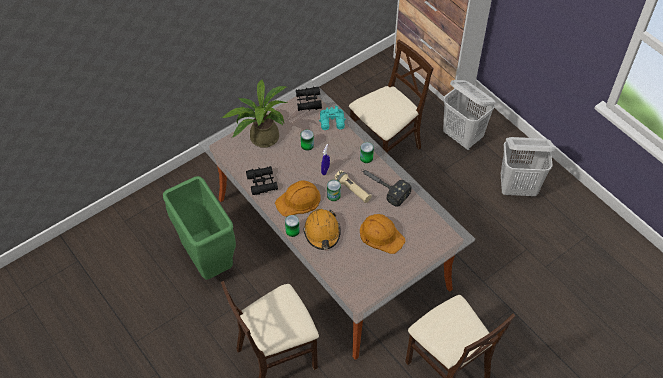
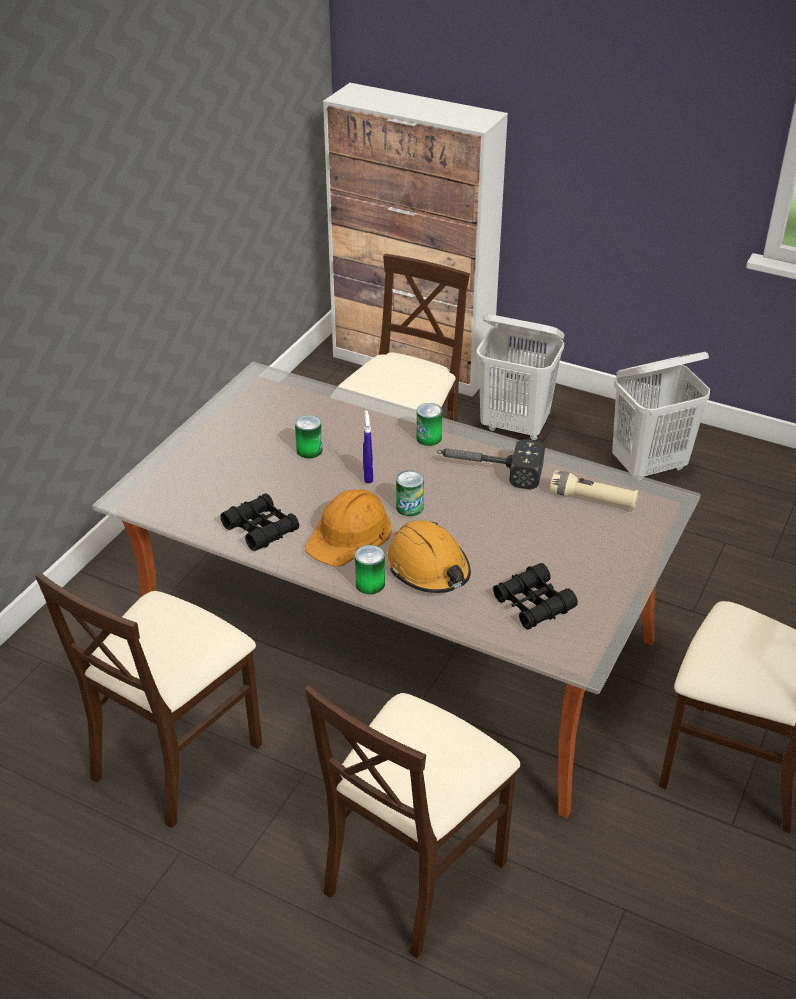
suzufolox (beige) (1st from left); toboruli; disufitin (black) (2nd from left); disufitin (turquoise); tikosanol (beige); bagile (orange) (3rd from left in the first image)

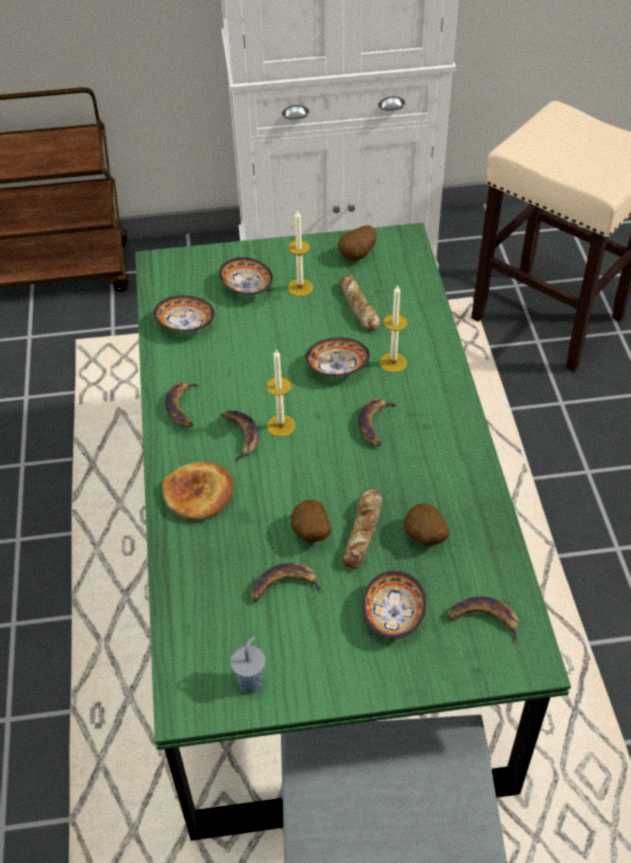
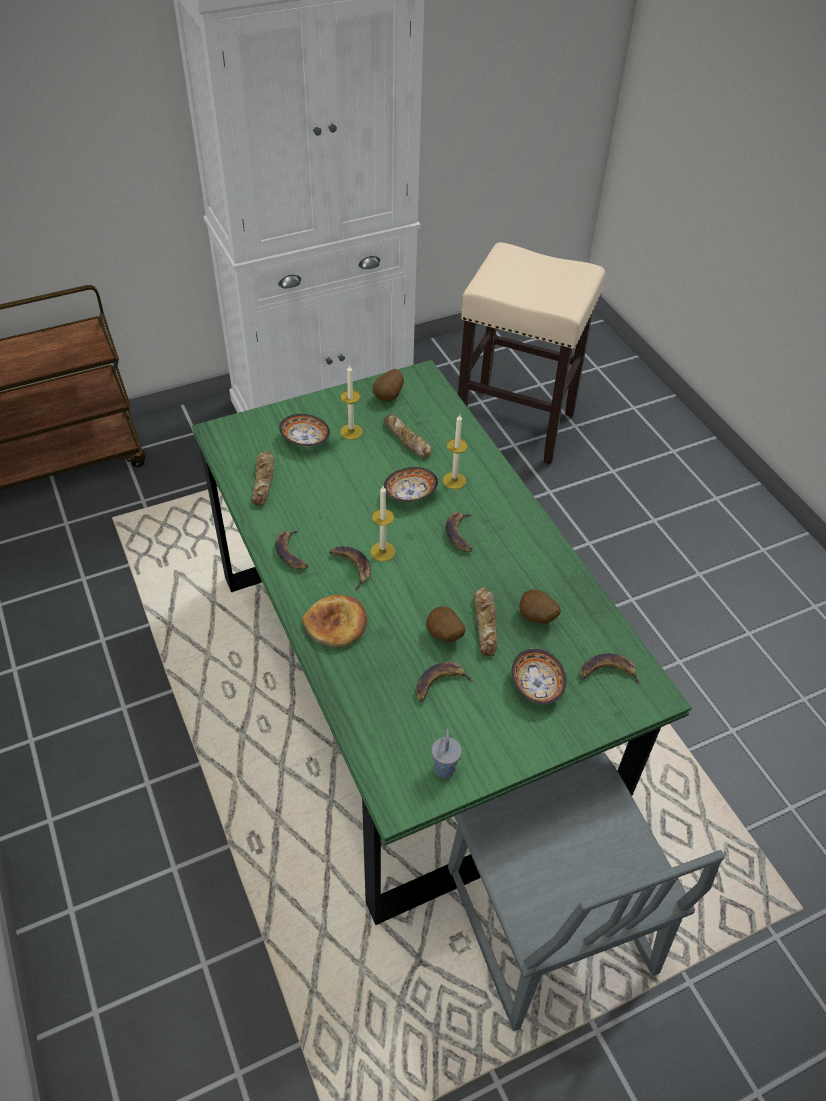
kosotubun (1st from left)

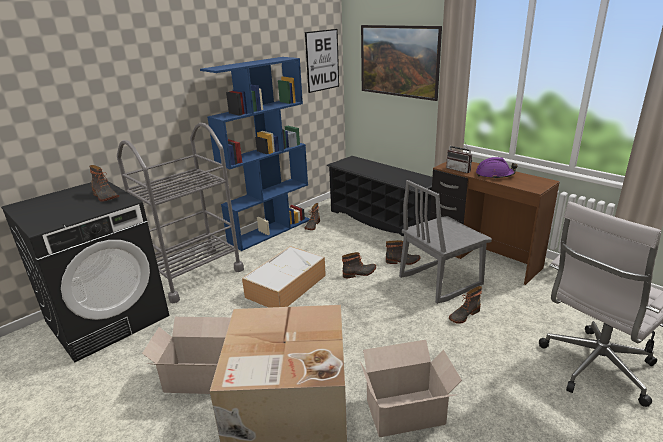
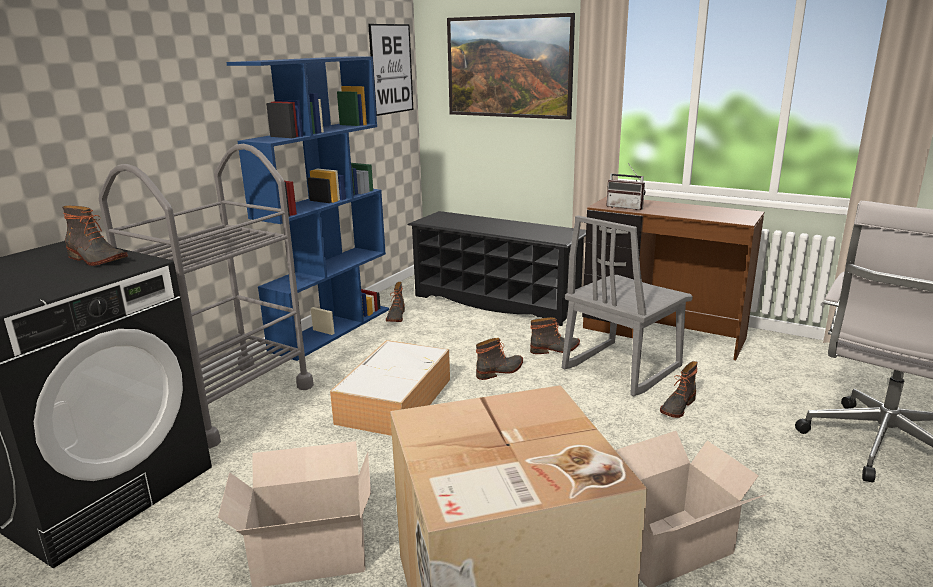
bagile (purple)

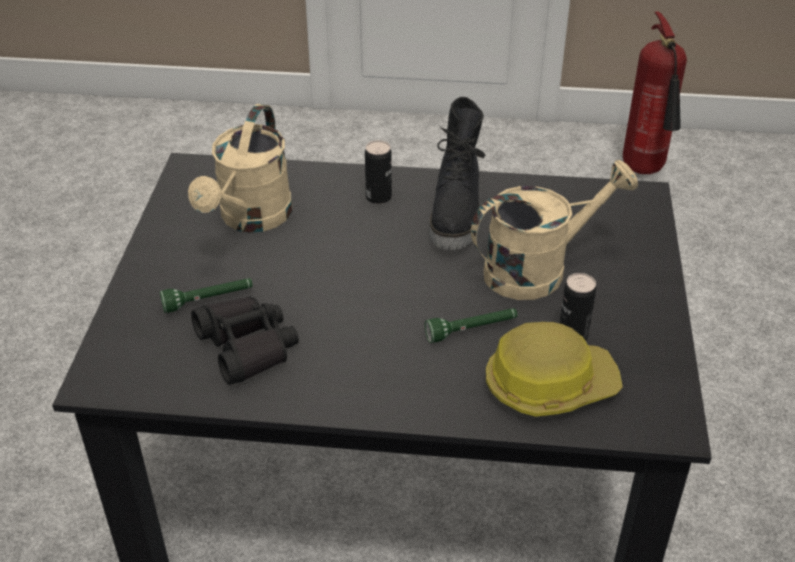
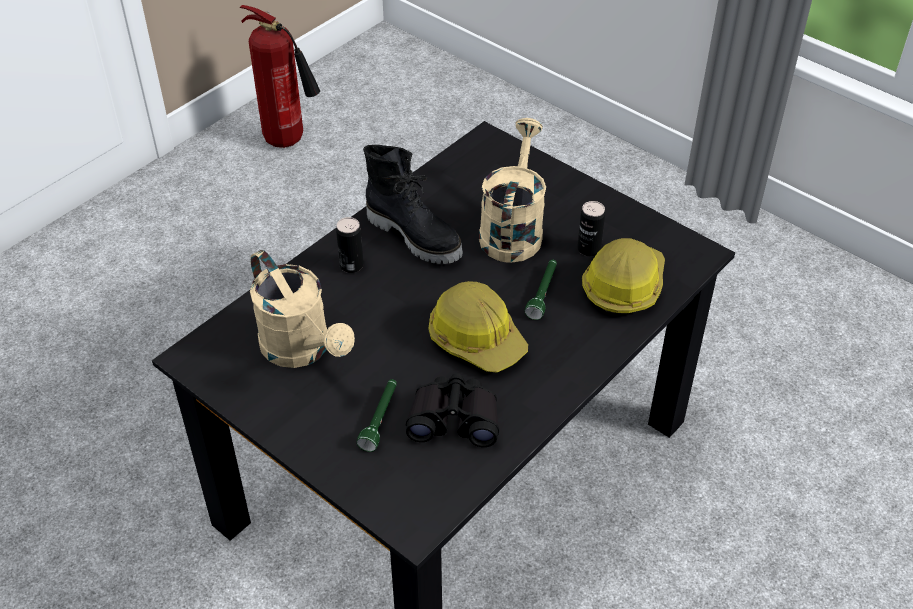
bagile (1st from left)

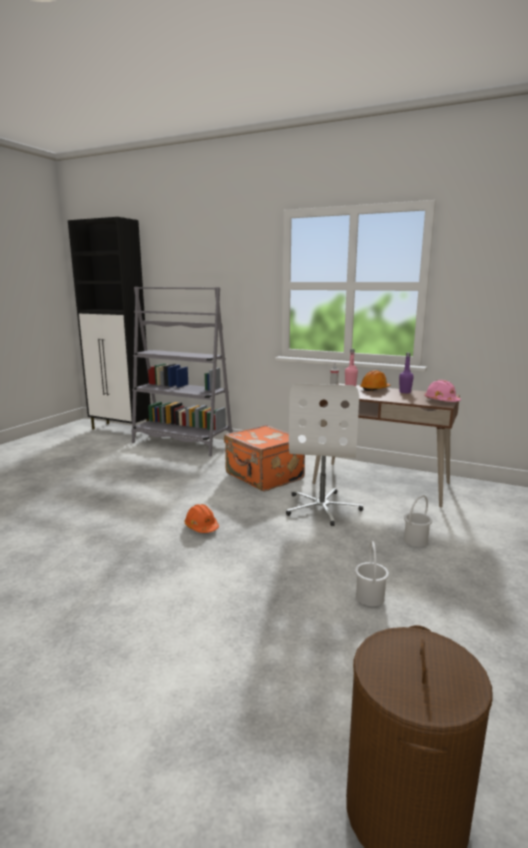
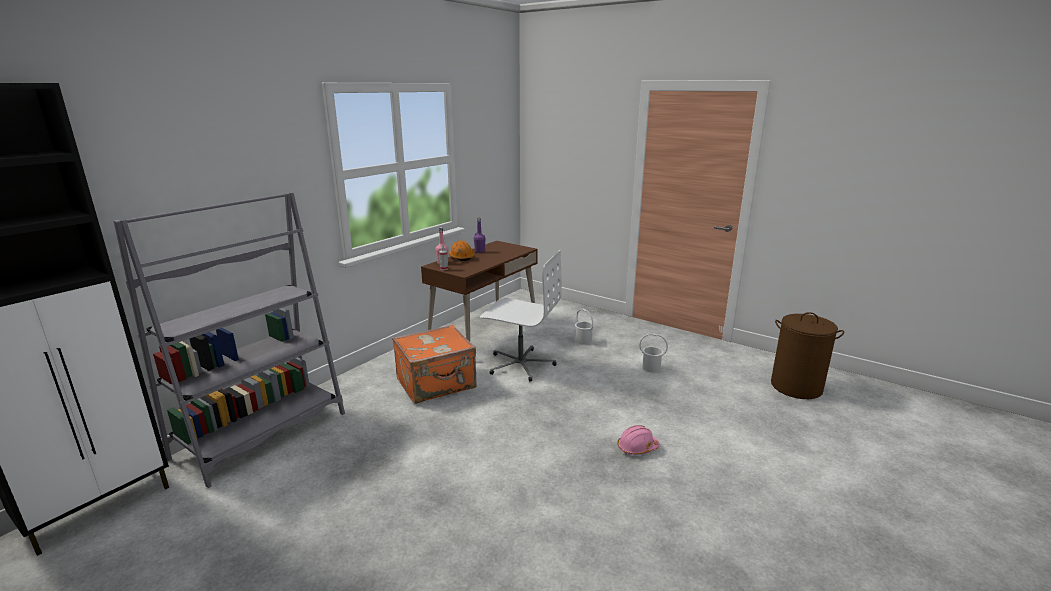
bagile (orange) (1st from left in the first image); bagile (pink)

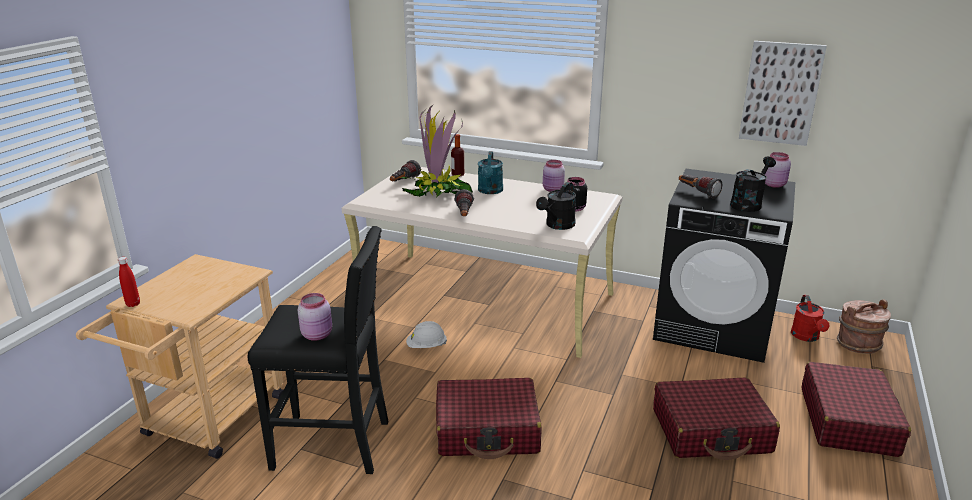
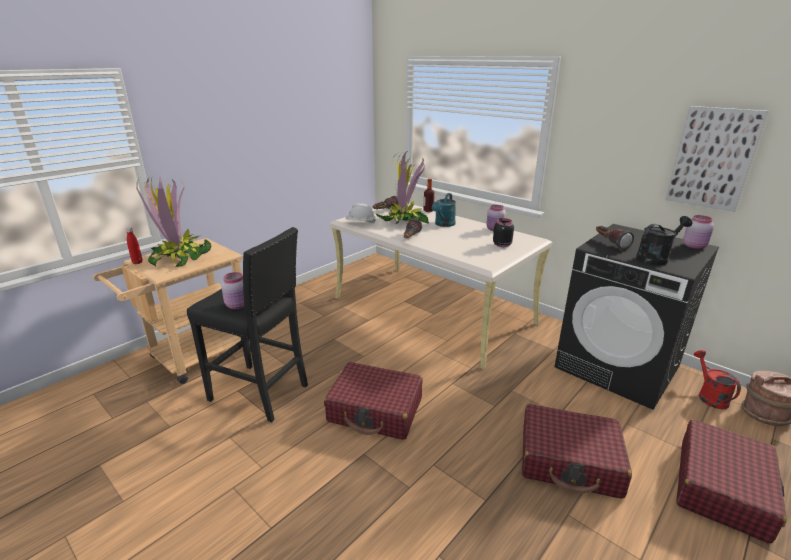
bagile (white); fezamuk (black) (1st from left in the first image); fezamuk (red); toboruli (1st from left)

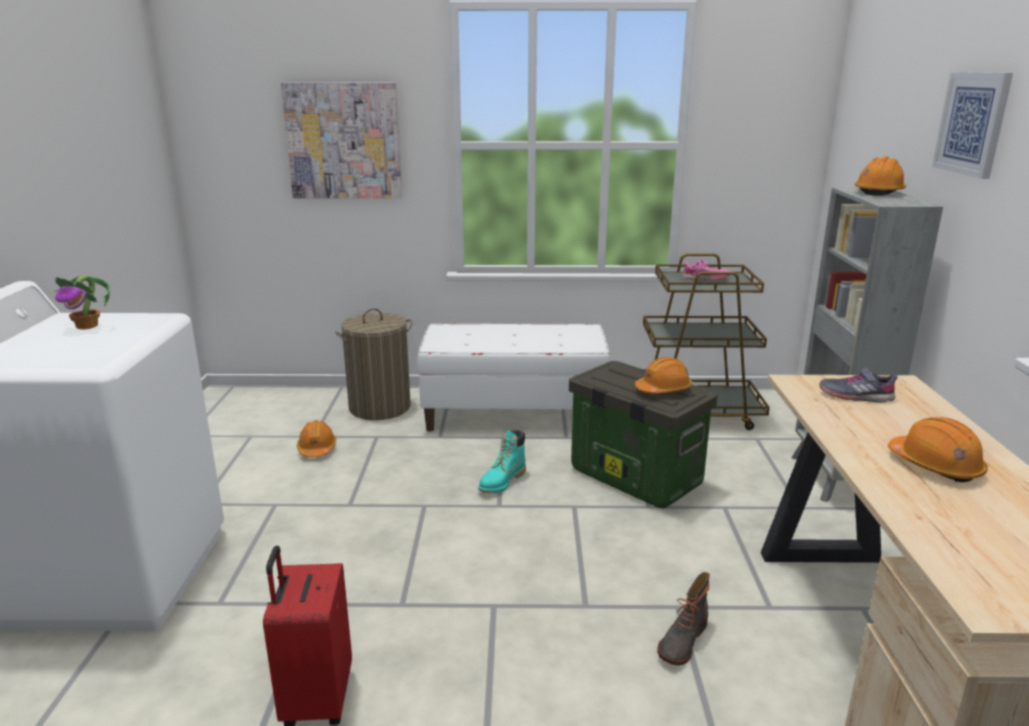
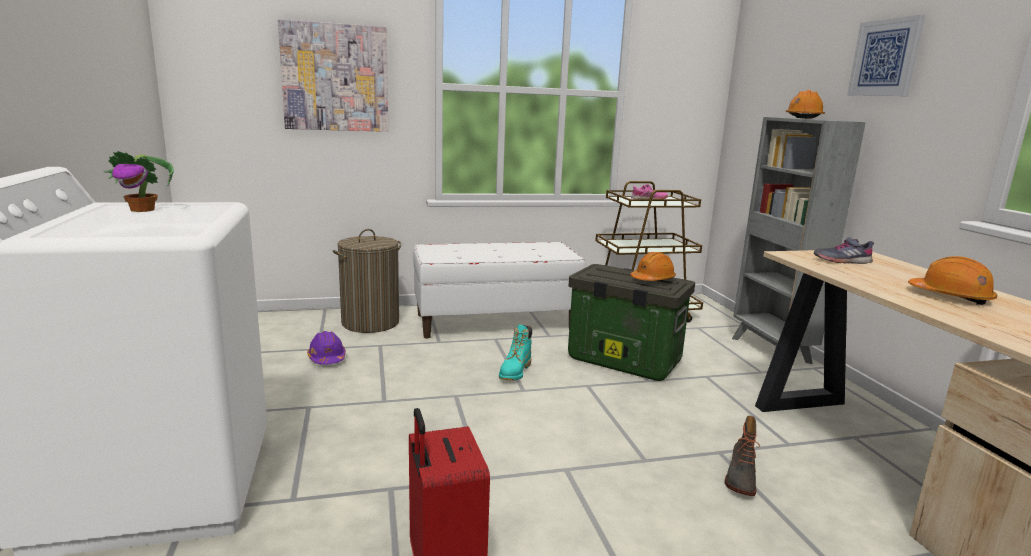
bagile (purple)

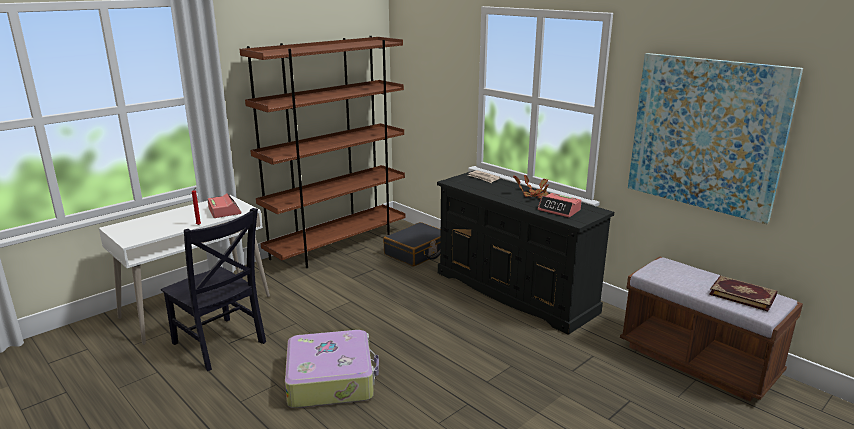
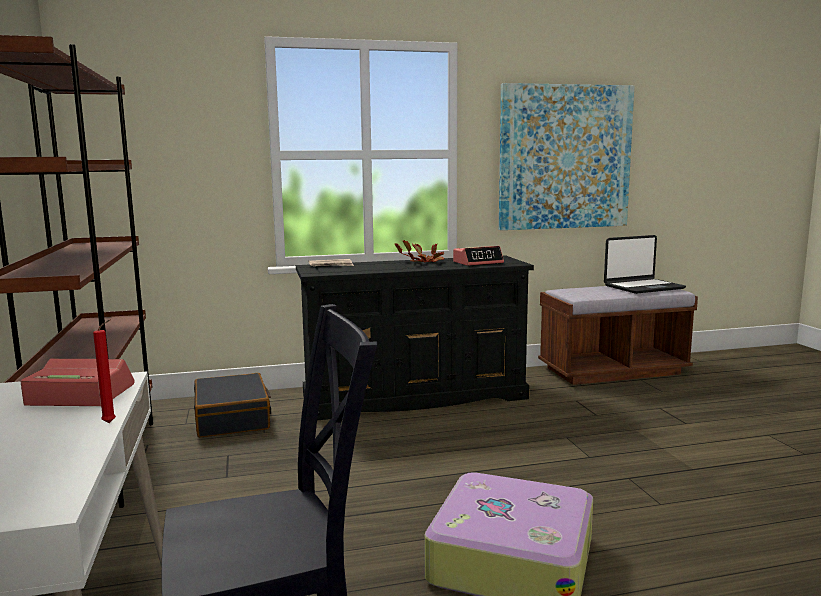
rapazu

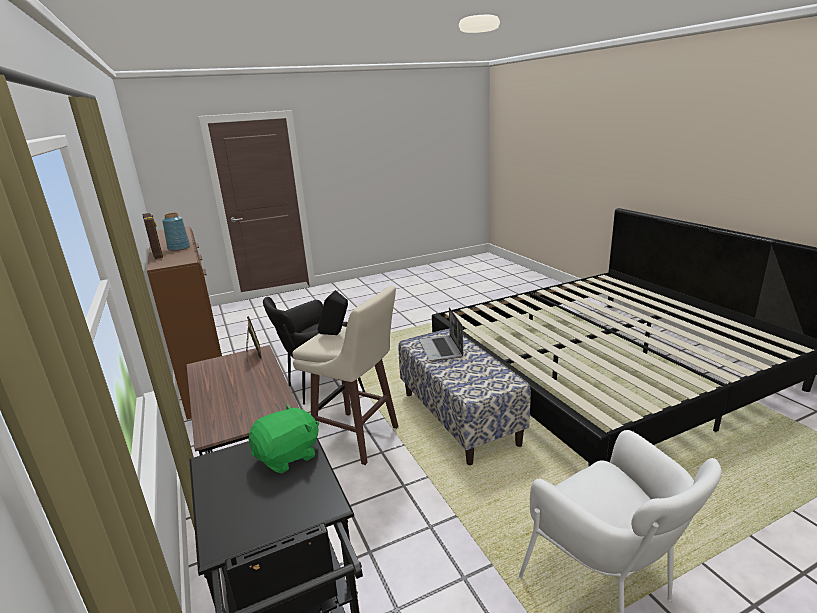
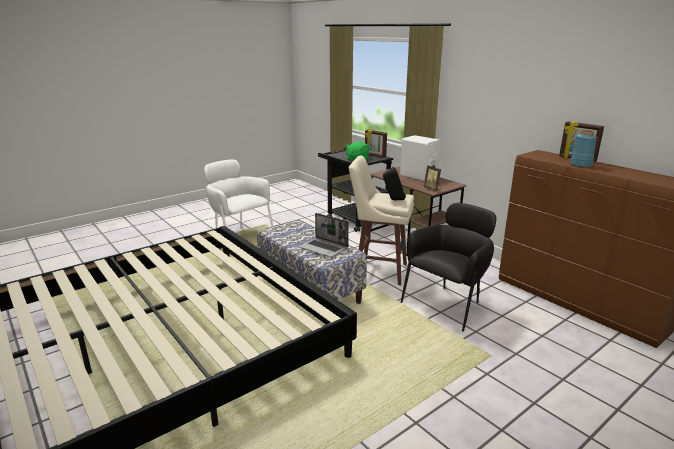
rapazu; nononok (1st from left); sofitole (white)

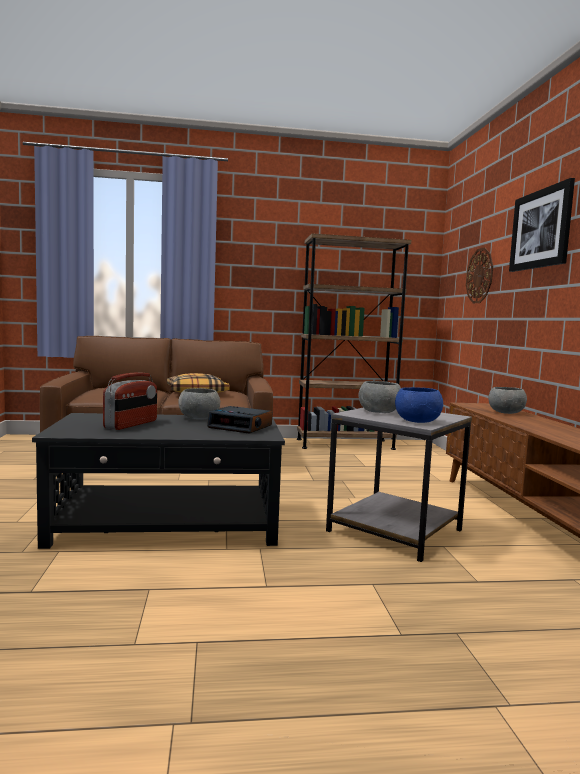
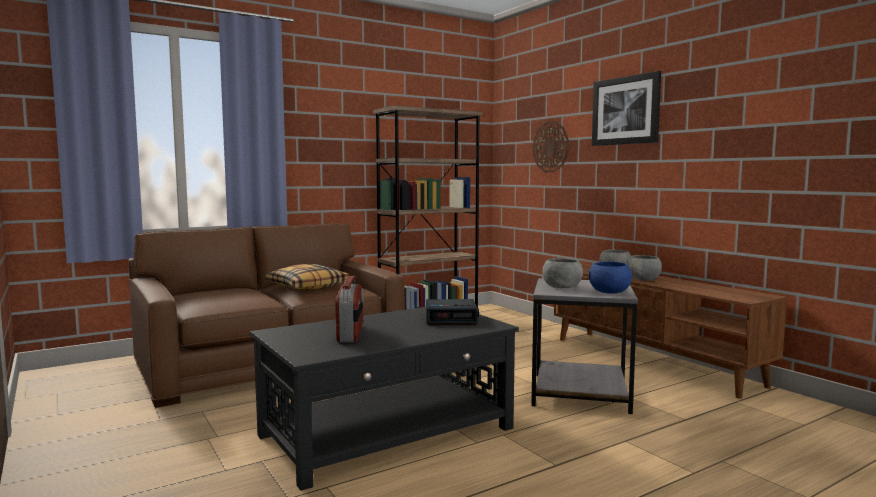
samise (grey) (3rd from left)

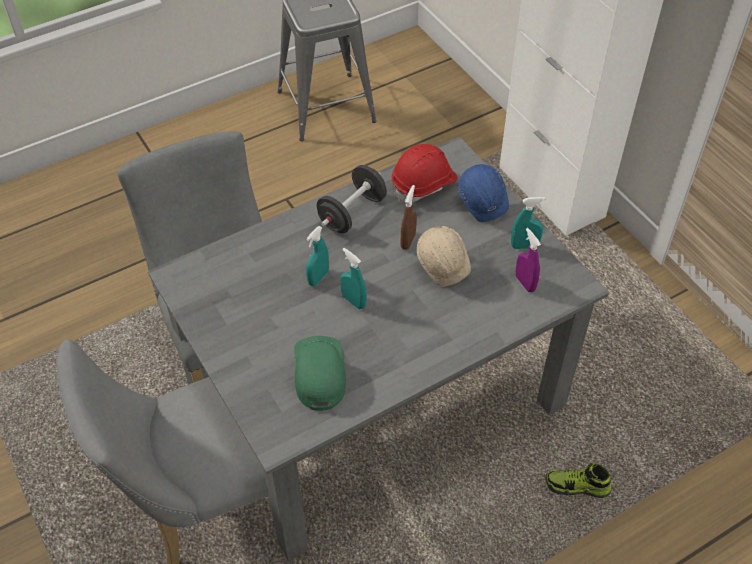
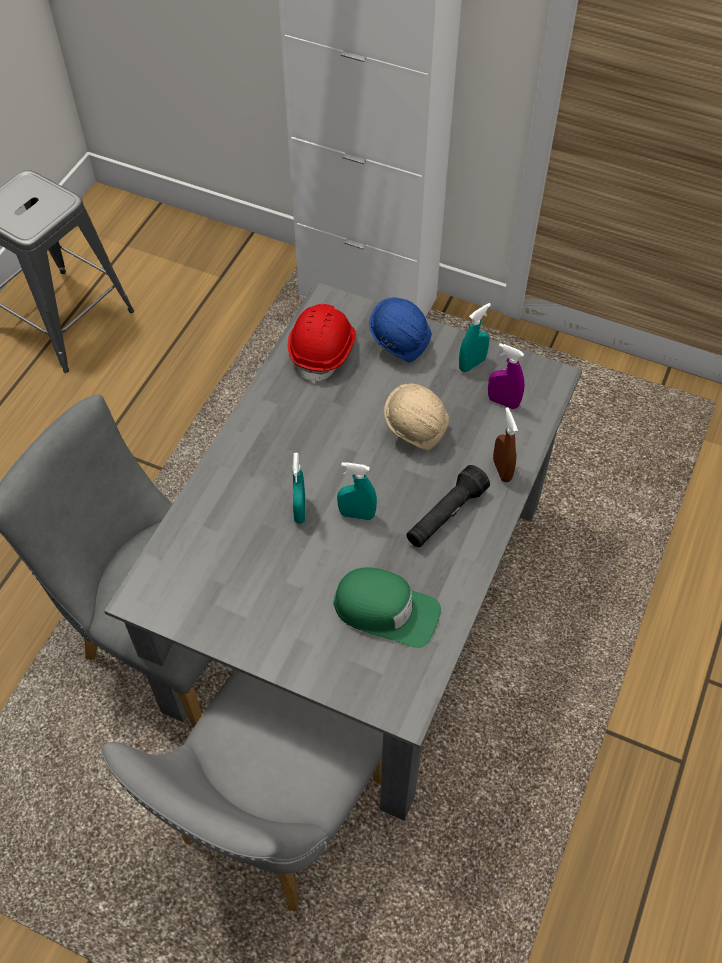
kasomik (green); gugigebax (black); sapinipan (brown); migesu; tikosanol (black)

